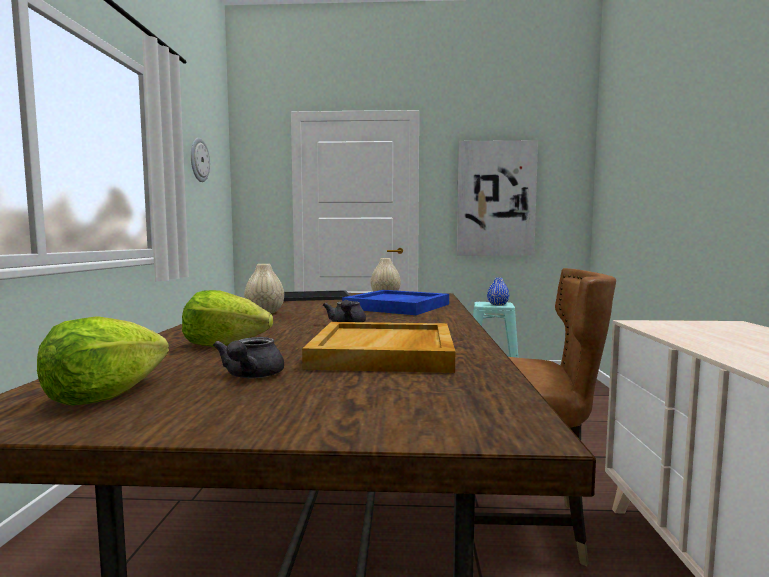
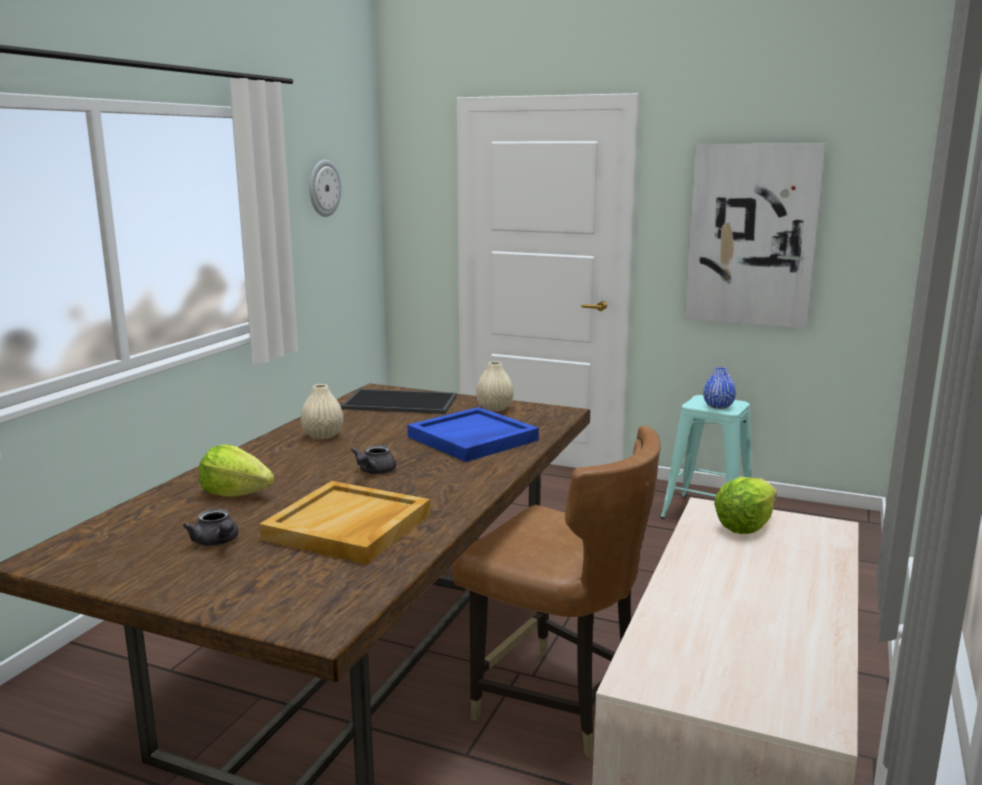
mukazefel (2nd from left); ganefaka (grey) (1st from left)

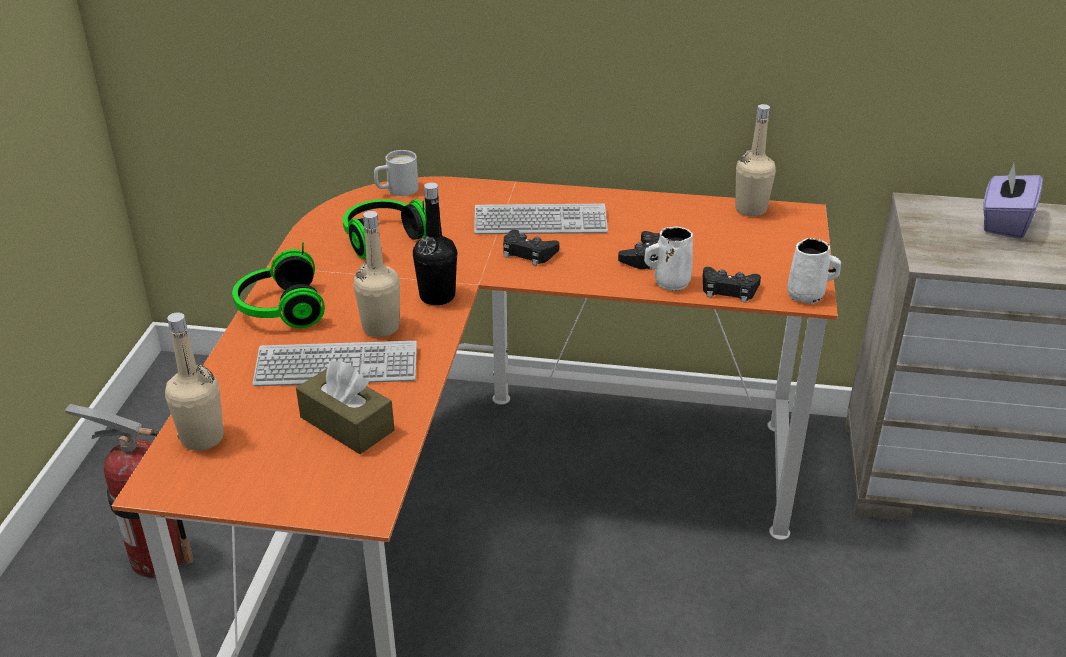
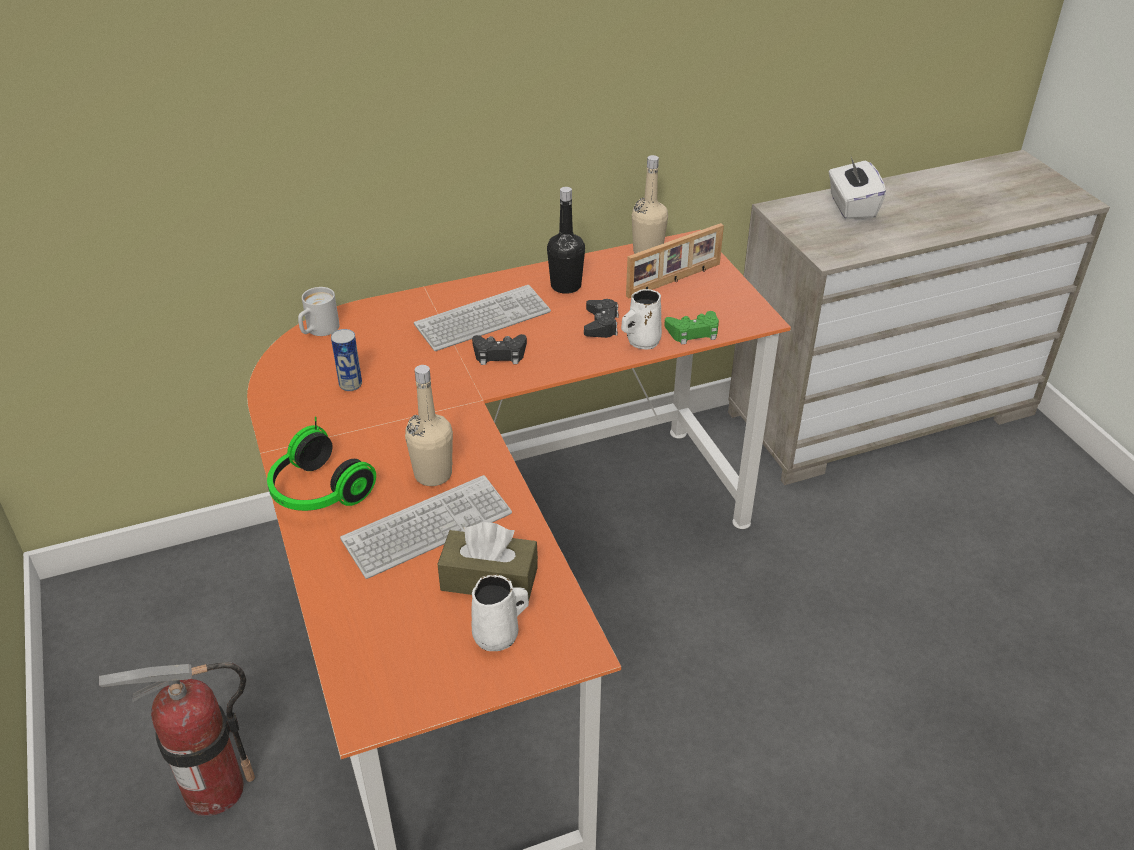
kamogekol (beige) (1st from left in the first image); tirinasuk; kamogekol (black); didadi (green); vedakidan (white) (2nd from left); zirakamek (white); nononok

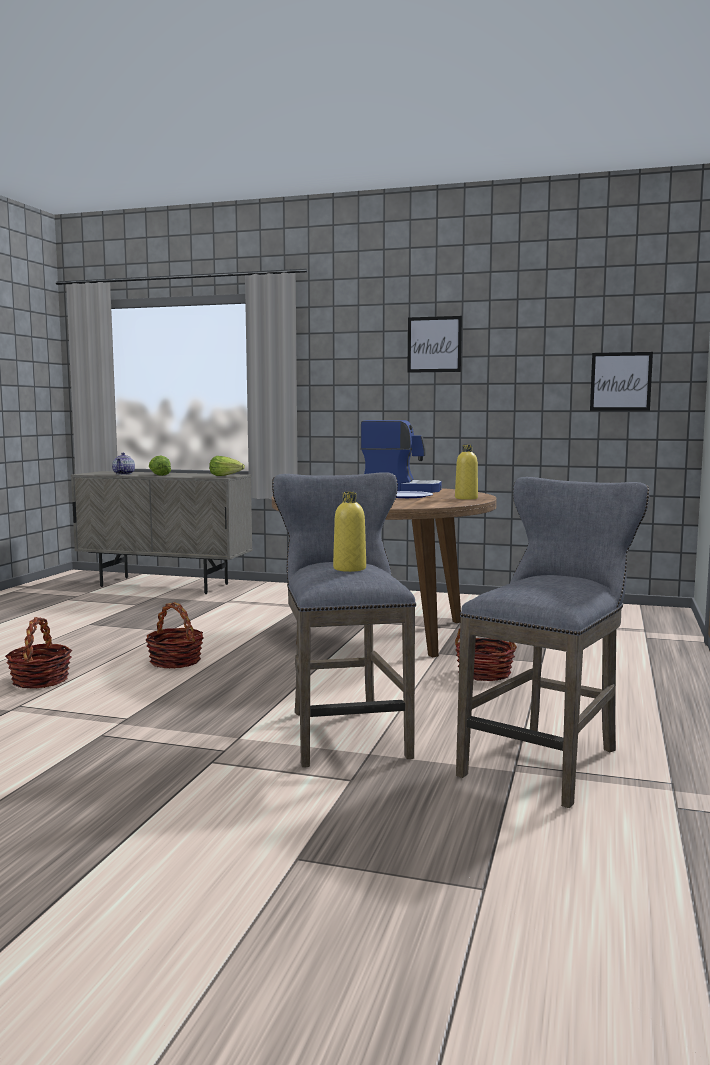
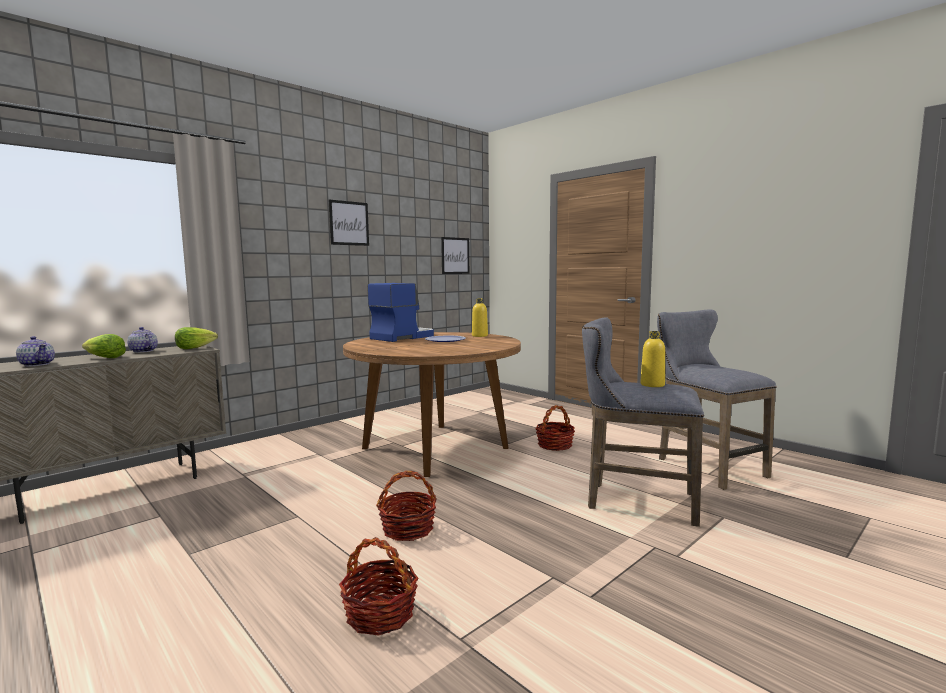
ganefaka (2nd from left)

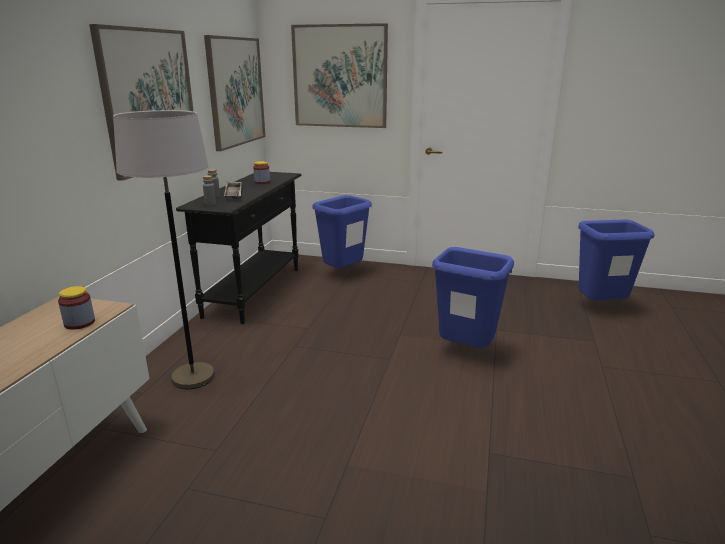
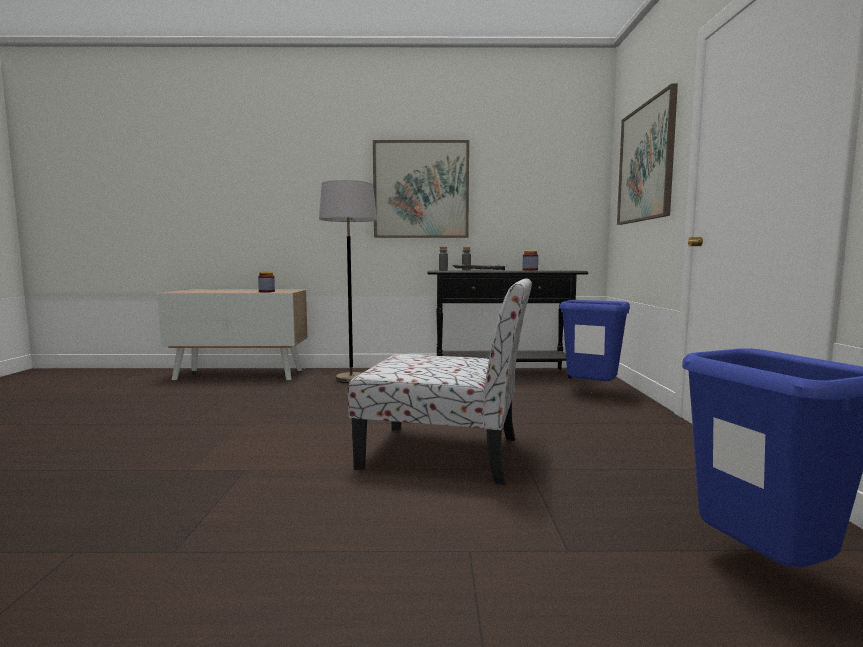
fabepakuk (2nd from left in the first image); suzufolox

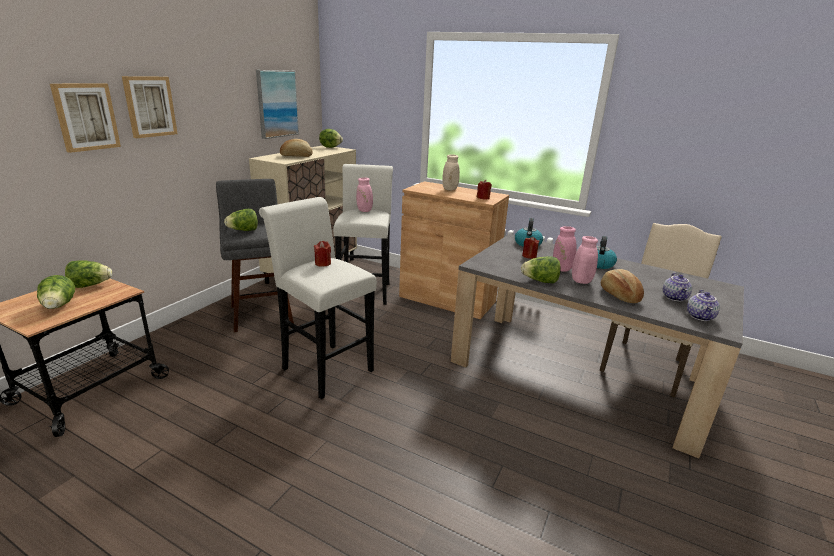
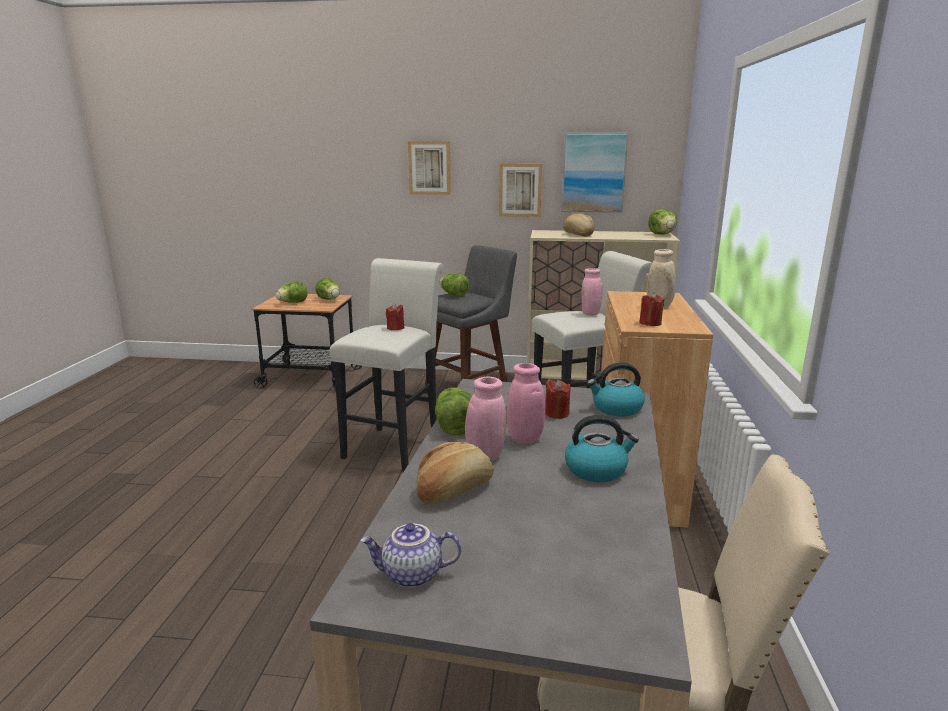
fabepakuk (2nd from left); ganefaka (1st from left in the first image)

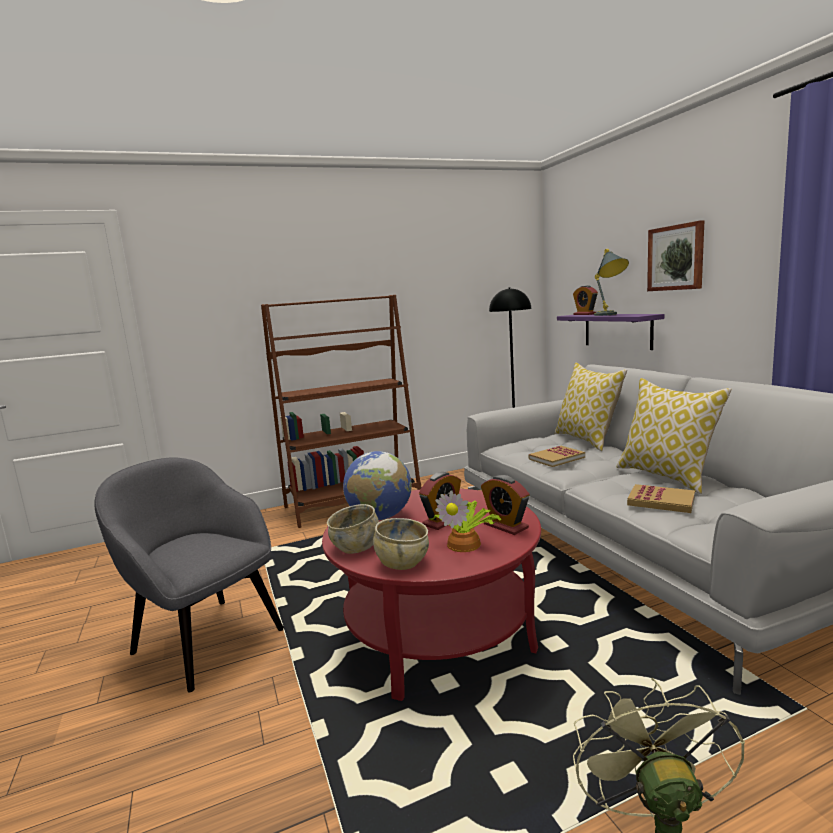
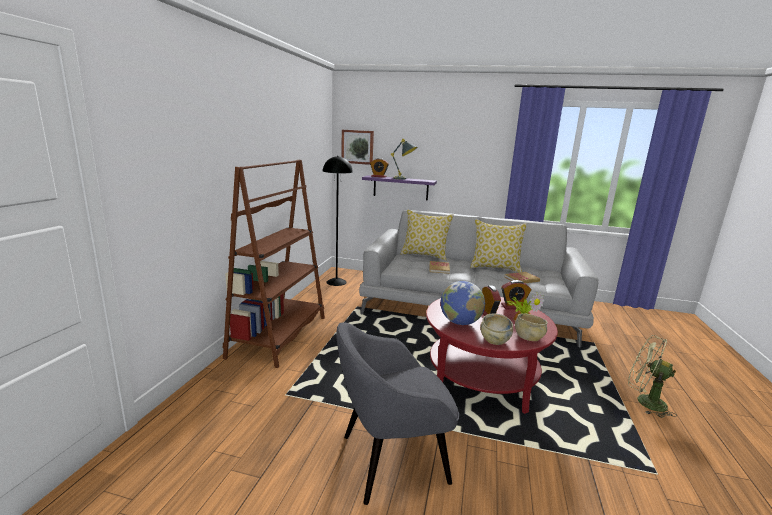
fabepakuk

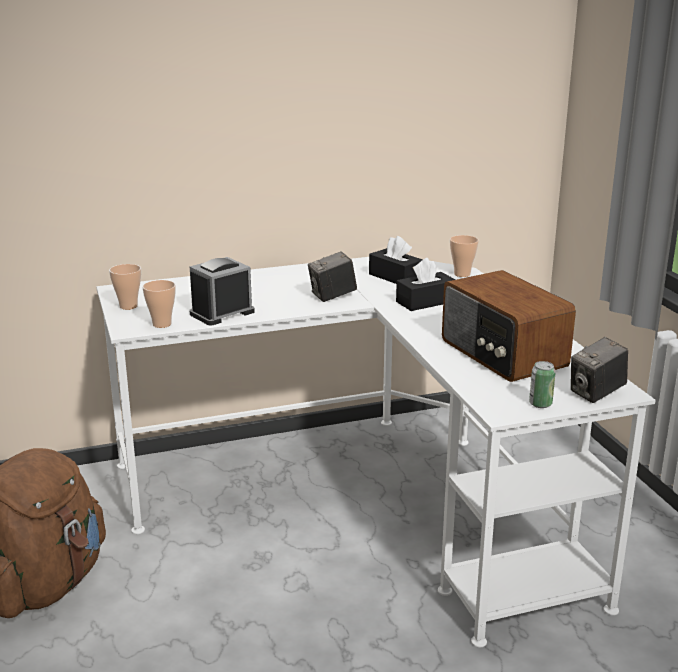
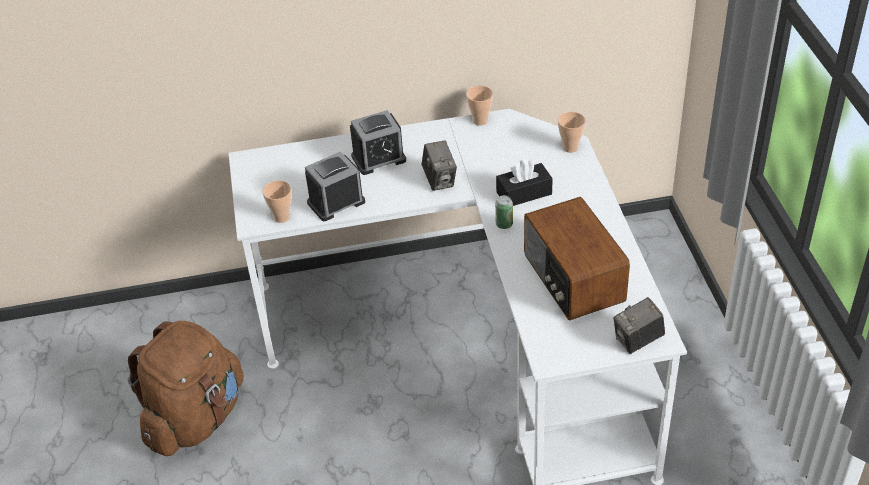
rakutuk (2nd from left); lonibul (1st from left); zirakamek (black) (1st from left in the first image); tirinasuk; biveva (2nd from left)

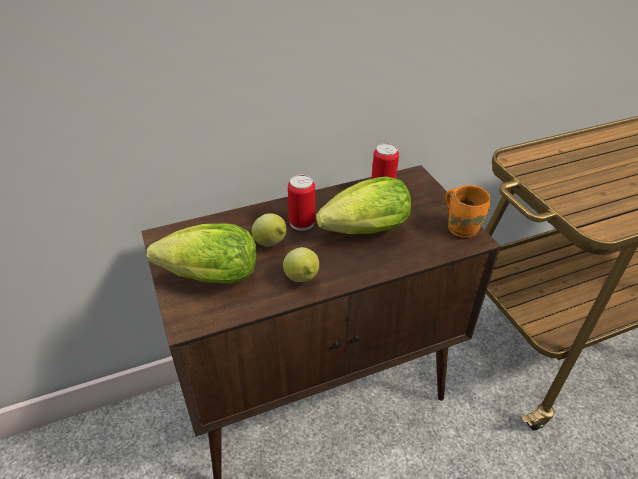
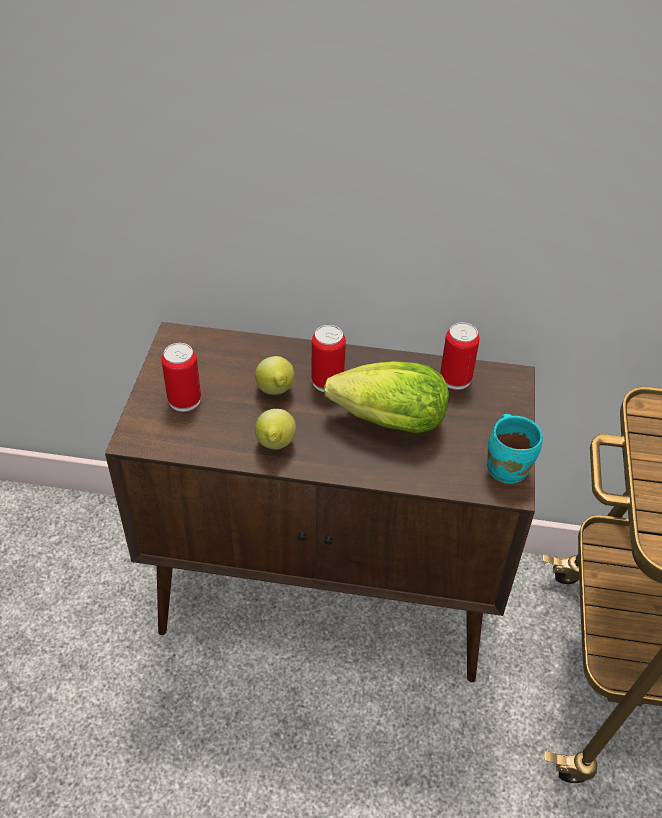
tirinasuk (1st from left); vedakidan (turquoise)

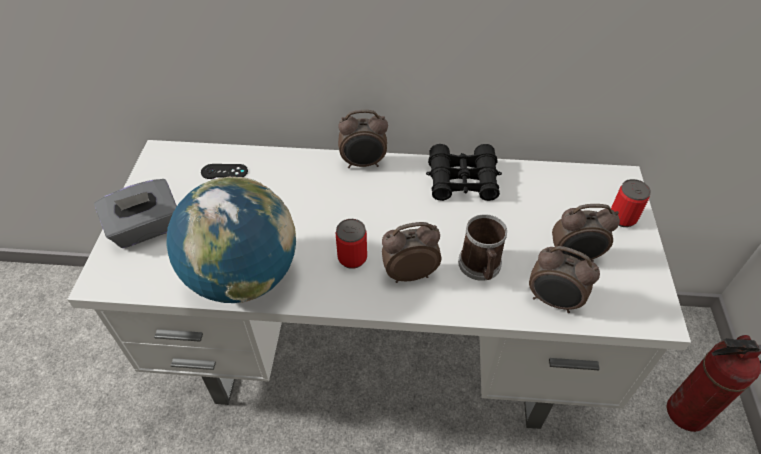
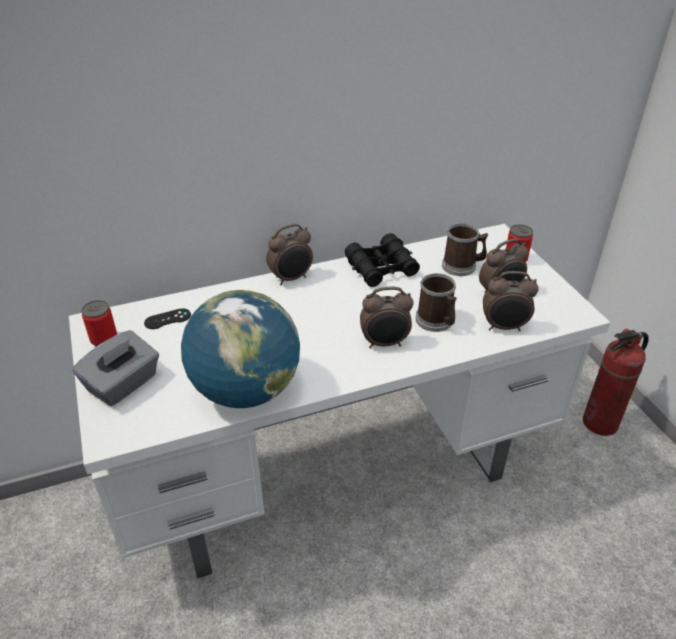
tirinasuk (1st from left); biveva (2nd from left); vedakidan (2nd from left)

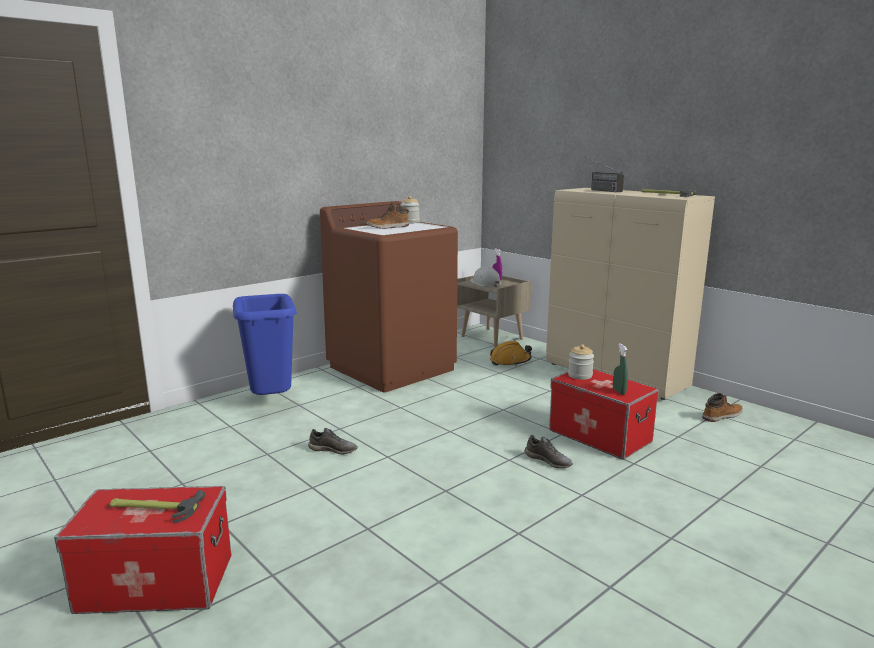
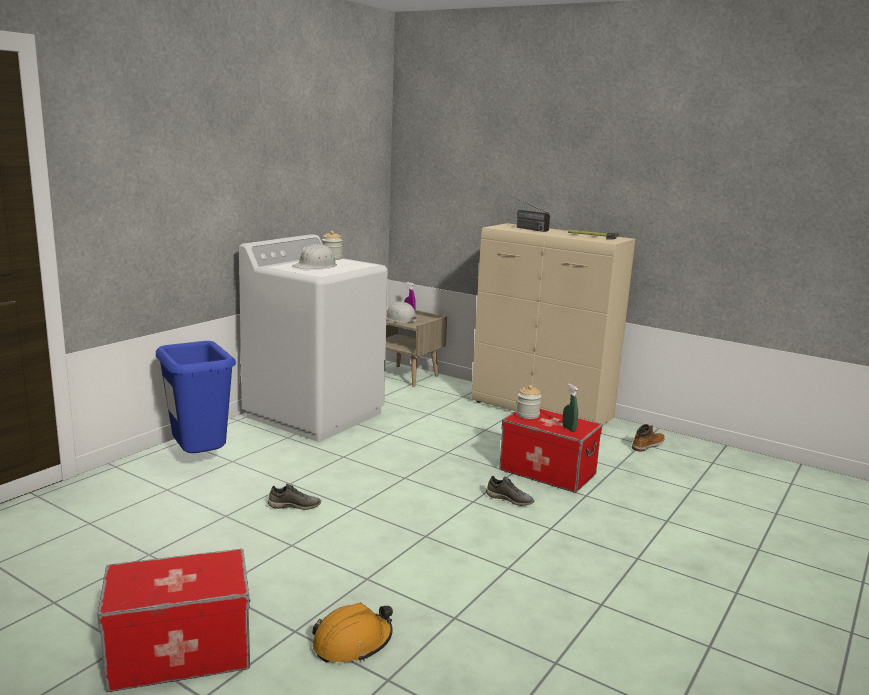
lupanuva (1st from left in the first image); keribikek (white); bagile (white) (1st from left); bagile (orange)

